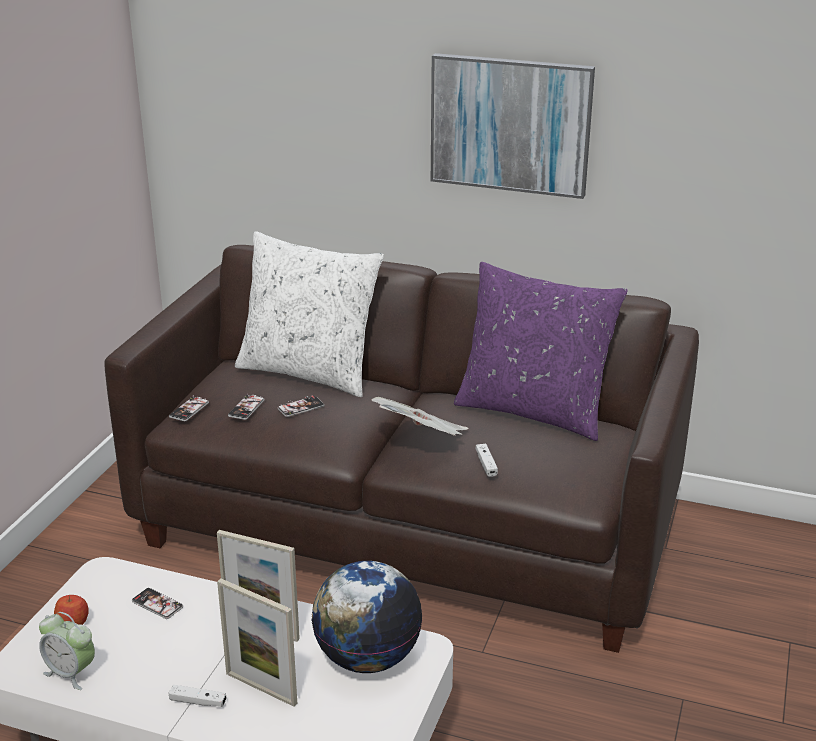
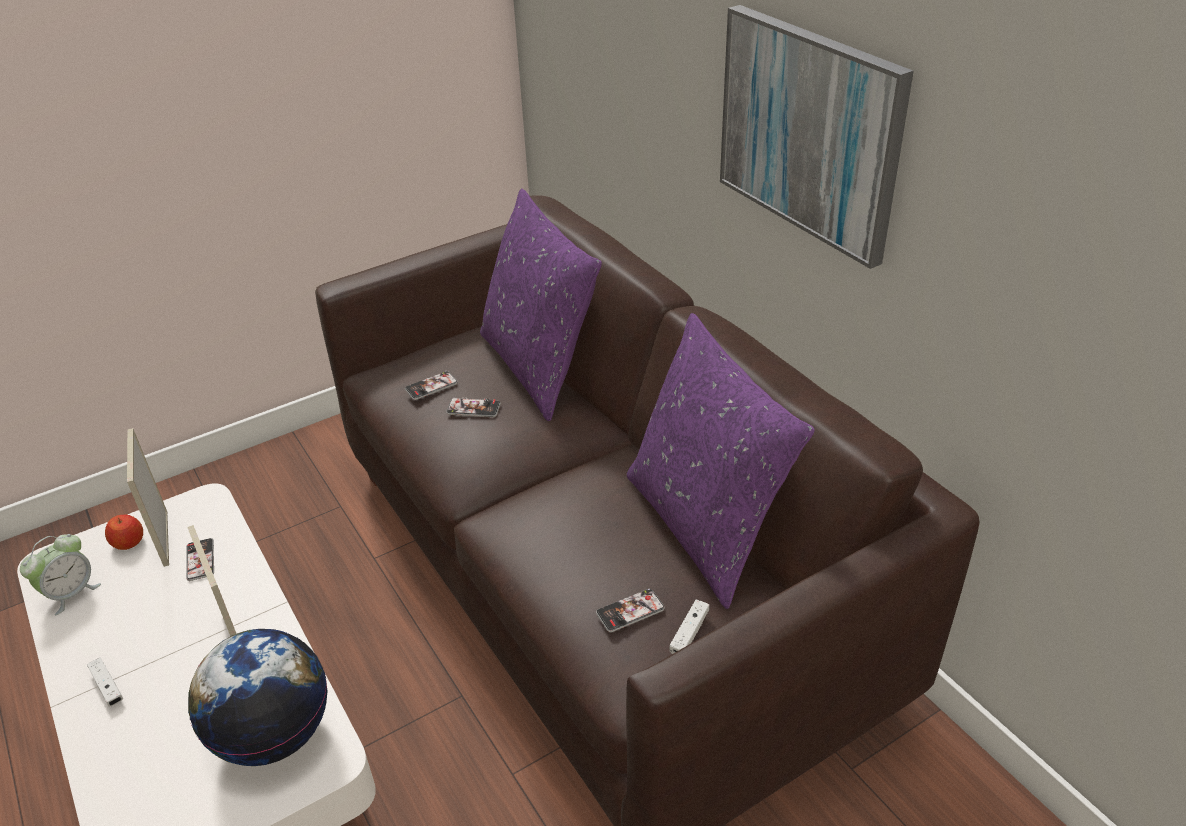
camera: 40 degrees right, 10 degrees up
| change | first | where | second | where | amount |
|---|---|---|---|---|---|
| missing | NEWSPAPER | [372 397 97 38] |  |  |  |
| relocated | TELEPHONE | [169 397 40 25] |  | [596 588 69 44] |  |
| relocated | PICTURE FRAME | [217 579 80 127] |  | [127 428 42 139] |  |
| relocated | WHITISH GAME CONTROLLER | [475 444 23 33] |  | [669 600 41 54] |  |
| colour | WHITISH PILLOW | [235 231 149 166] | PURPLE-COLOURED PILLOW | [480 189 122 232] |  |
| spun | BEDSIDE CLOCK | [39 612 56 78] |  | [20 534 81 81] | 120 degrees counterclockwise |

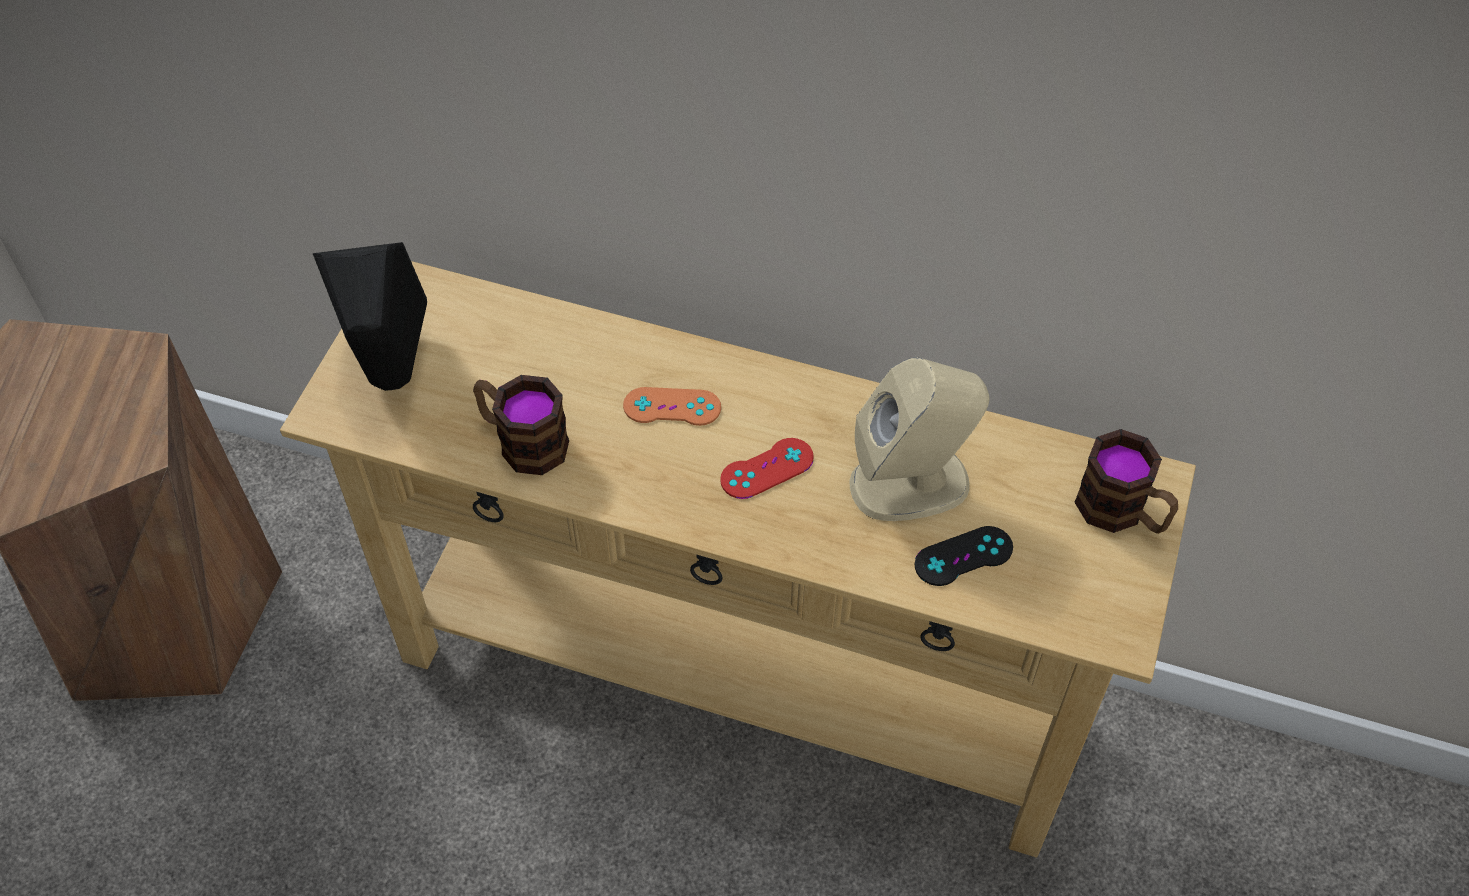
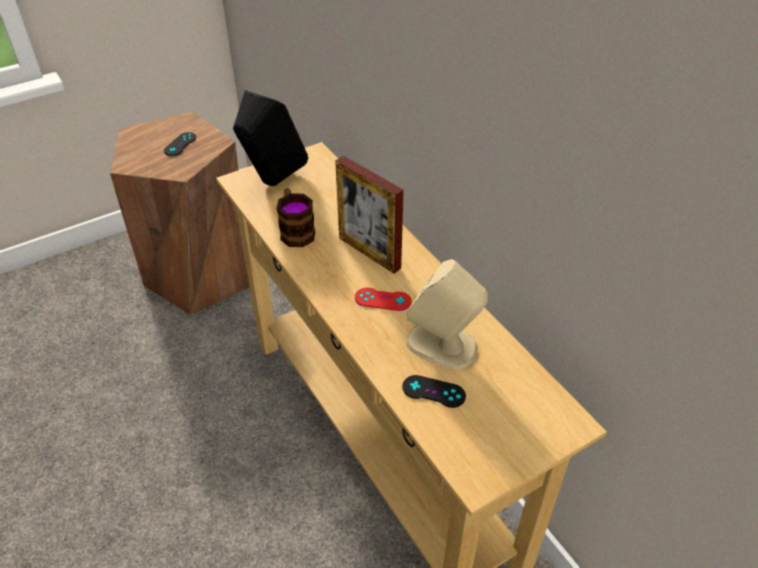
camera: 40 degrees right, 10 degrees down
| change | first | where | second | where | amount |
|---|---|---|---|---|---|
| missing | TEA MUG | [1074 429 104 105] |  |  |  |
| appeared |  |  | BLACK-COLOURED GAME CONTROLLER | [164 132 32 24] |  |
| exchanged | ORANGE-COLOURED GAME CONTROLLER | [623 387 98 39] | PICTURE FRAME | [335 156 69 118] |  |

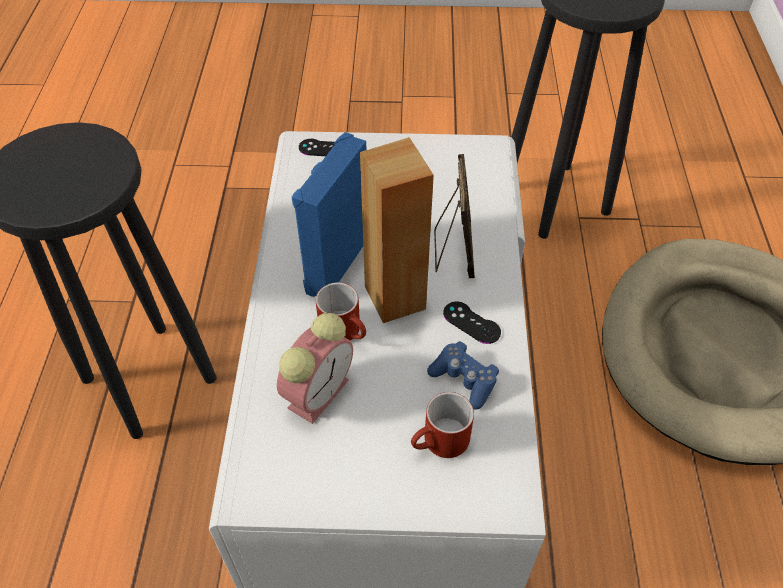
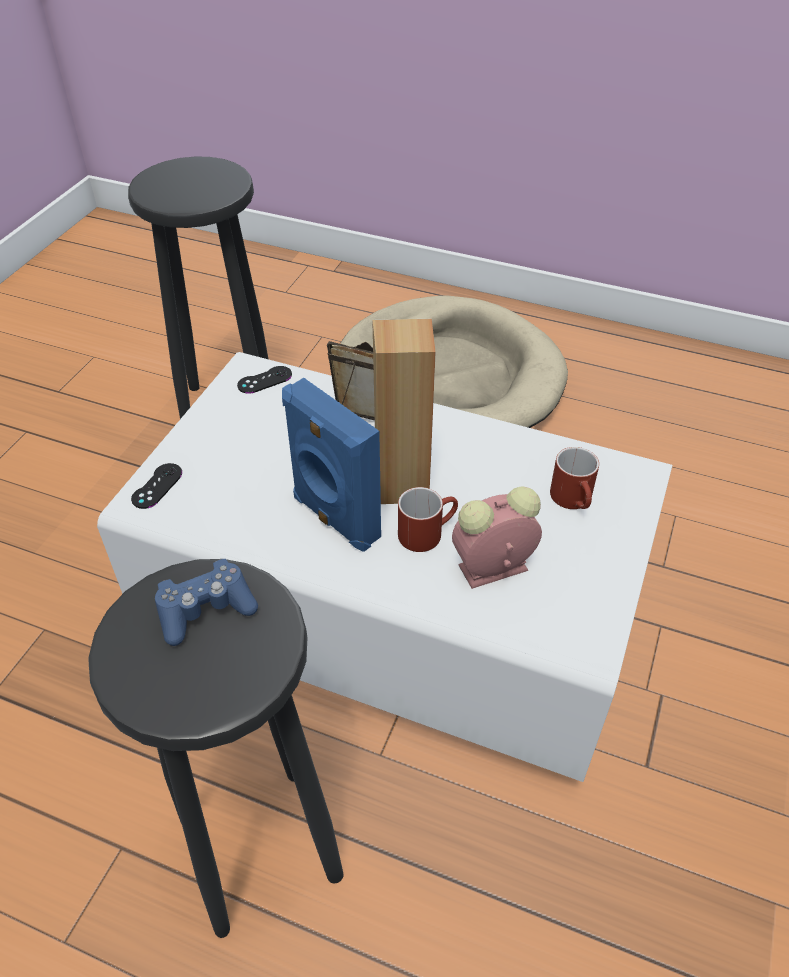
camera: 70 degrees left, 5 degrees down
| change | first | where | second | where | amount |
|---|---|---|---|---|---|
| relocated | BLUE-COLOURED GAME CONTROLLER | [427 341 72 69] |  | [155 559 103 87] |  |
| relocated | BLACK-COLOURED GAME CONTROLLER | [443 302 58 42] |  | [237 366 55 28] |  |
| spun | BEDSIDE CLOCK | [277 313 76 111] |  | [452 486 90 103] | 75 degrees counterclockwise |

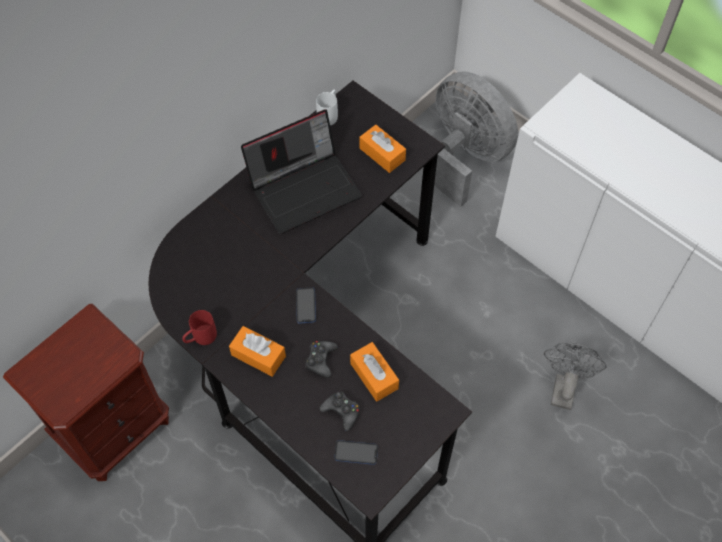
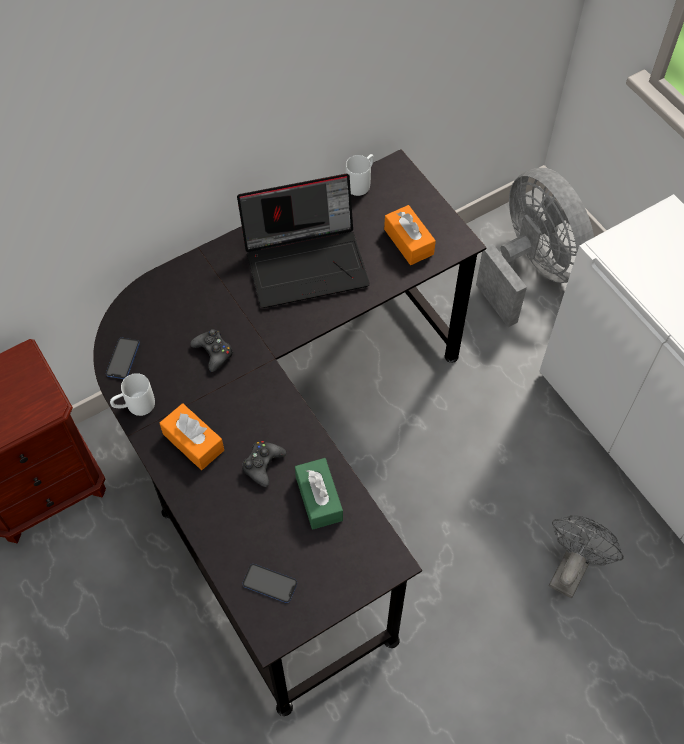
camera: 15 degrees right, 0 degrees up
| change | first | where | second | where | amount |
|---|---|---|---|---|---|
| relocated | TELEPHONE | [296 287 20 37] |  | [106 338 34 41] |  |
| relocated | BLACK-COLOURED GAME CONTROLLER | [320 391 40 40] |  | [190 329 43 43] |  |
| colour | REDDISH TEA MUG | [182 310 35 35] | WHITISH TEA MUG | [110 373 45 43] |  |
| colour | ORANGE-COLOURED TISSUE HOLDER | [350 342 49 60] | GREENISH TISSUE HOLDER | [295 458 48 71] |  |

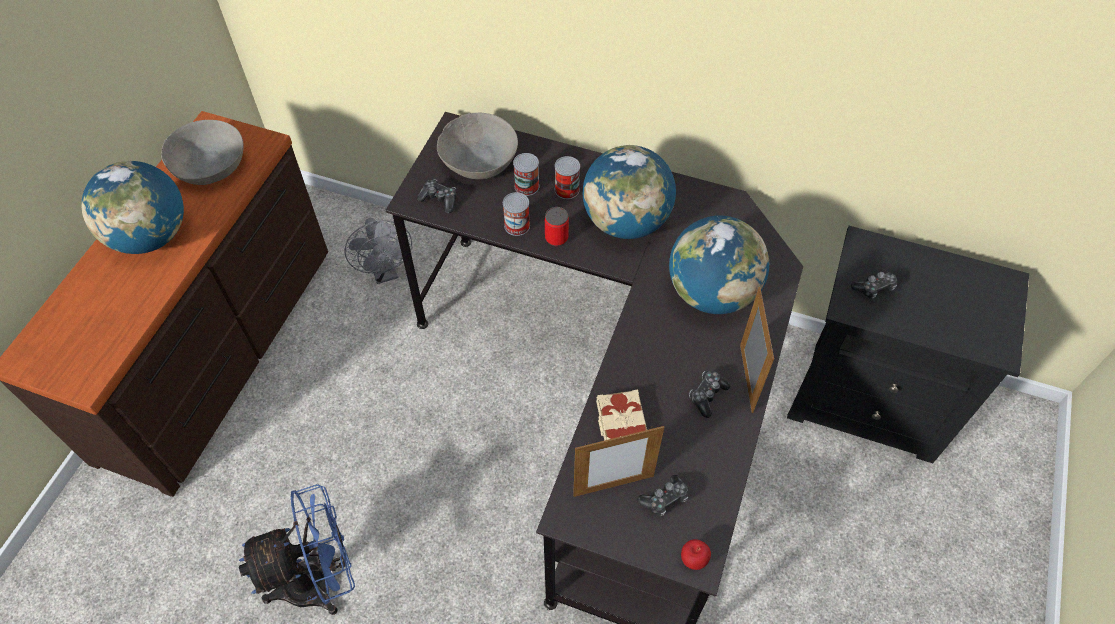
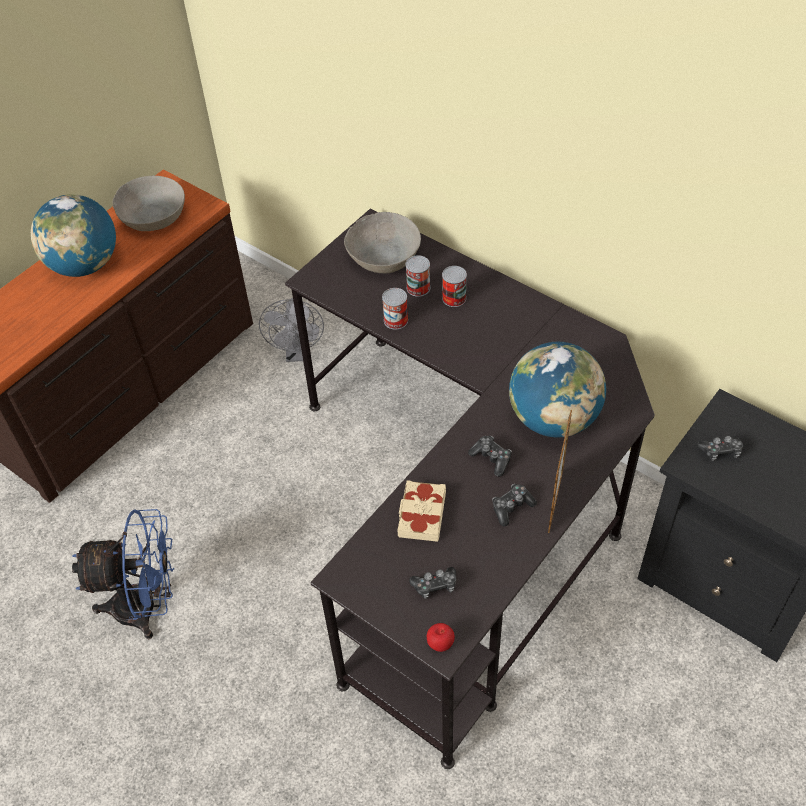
camera: 20 degrees right, 5 degrees down
| change | first | where | second | where | amount |
|---|---|---|---|---|---|
| missing | METAL CAN | [545 207 24 39] |  |  |  |
| missing | PICTURE FRAME | [573 426 91 71] |  |  |  |
| missing | WORLD GLOBE | [583 145 93 94] |  |  |  |
| relocated | GAME CONTROLLER | [417 179 39 34] |  | [468 436 44 41] |  |

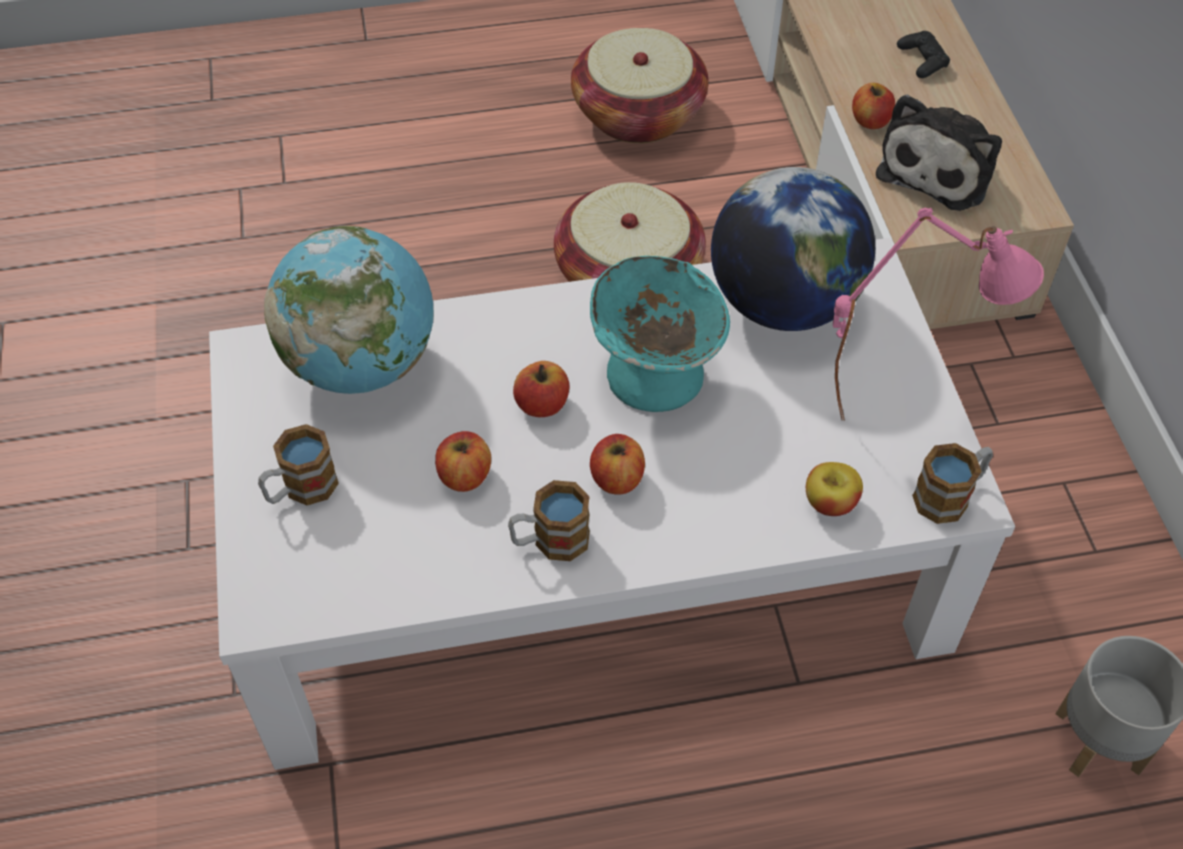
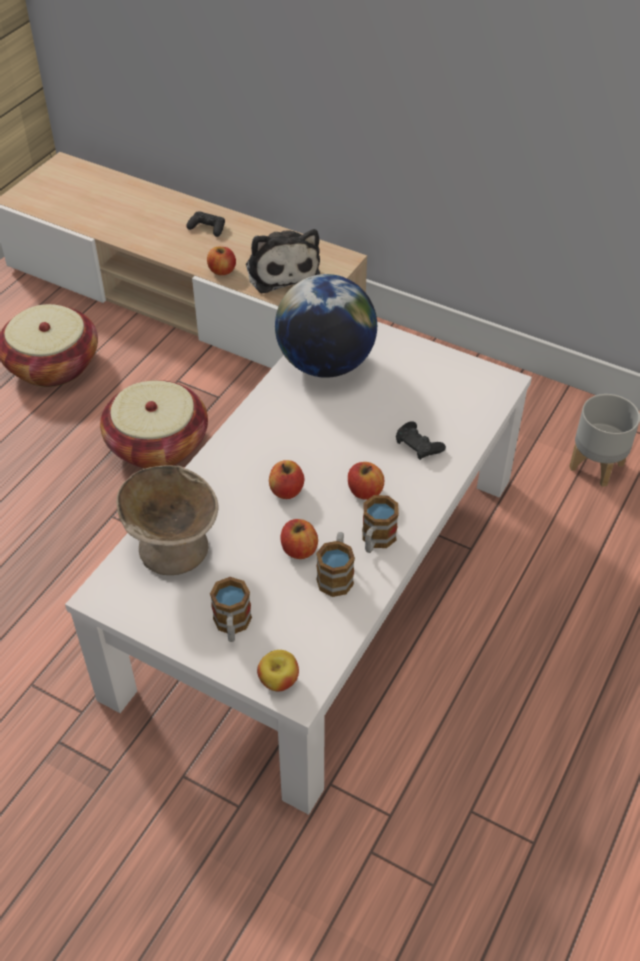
camera: 50 degrees left, 5 degrees down
| change | first | where | second | where | amount |
|---|---|---|---|---|---|
| missing | BLUE-GREEN SERVING BOWL | [590 256 140 156] |  |  |  |
| missing | PINK-COLOURED TABLE LAMP | [833 208 211 213] |  |  |  |
| appeared |  |  | BLACK-COLOURED GAME CONTROLLER | [396 421 50 39] |  |
| relocated | WHOLE APPLE | [806 462 57 54] |  | [257 650 42 41] |  |
| relocated | TEA MUG | [912 443 81 81] |  | [316 532 39 65] |  |
| exchanged | WORLD GLOBE | [264 226 169 168] | BEIGE SERVING BOWL | [116 465 102 110] |  |

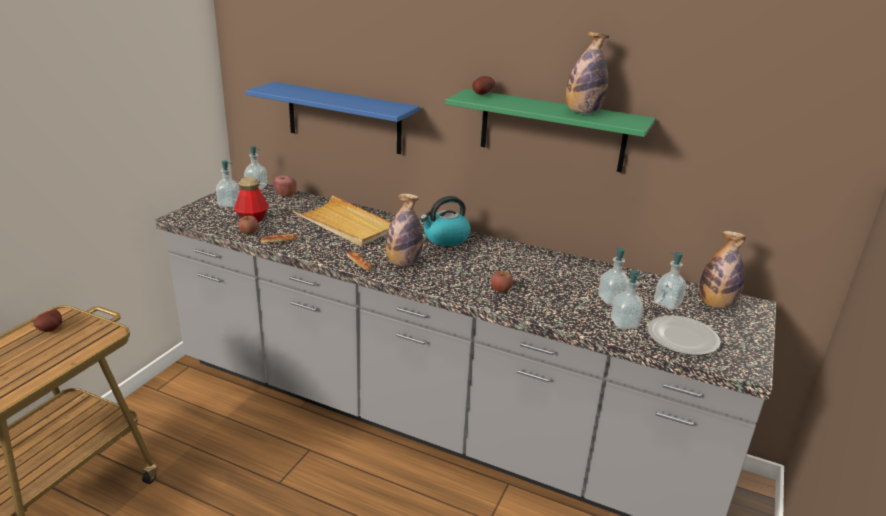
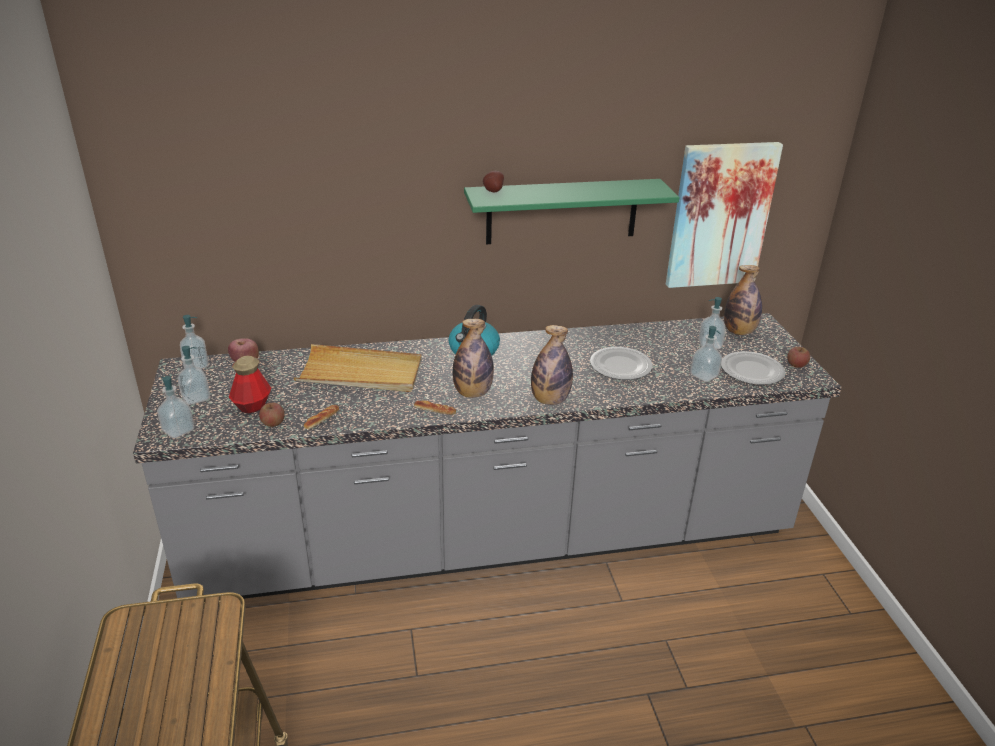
camera: 35 degrees left, 5 degrees up
| change | first | where | second | where | amount |
|---|---|---|---|---|---|
| missing | POTATO | [34 310 28 22] |  |  |  |
| missing | BLUE-COLOURED SHELF | [246 82 174 72] |  |  |  |
| appeared |  |  | FLAT DISH | [590 347 63 33] |  |
| appeared |  |  | PICTURE | [666 142 117 146] |  |
| relocated | WHOLE APPLE | [491 271 22 22] |  | [787 347 23 21] |  |
| relocated | DRINK BOTTLE | [566 32 43 82] |  | [531 325 42 80] |  |
| relocated | LIQUID SOAP BOTTLE | [598 248 30 57] |  | [157 376 38 63] |  |

